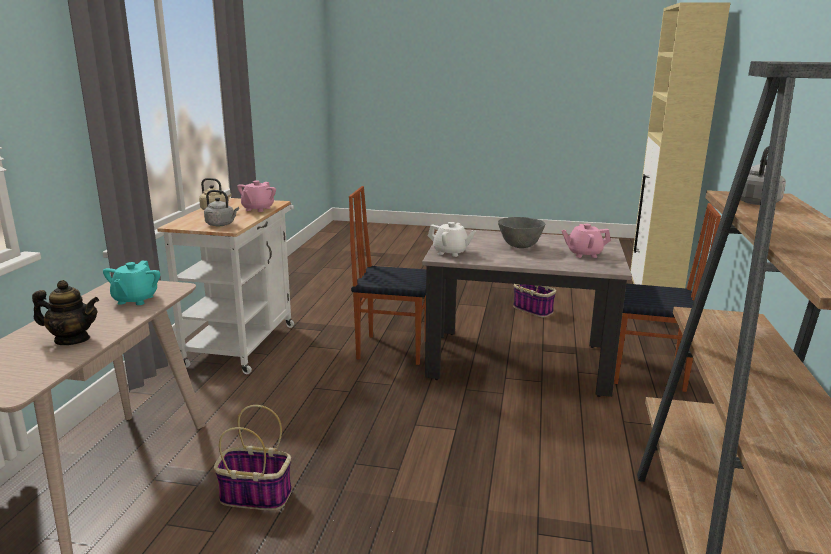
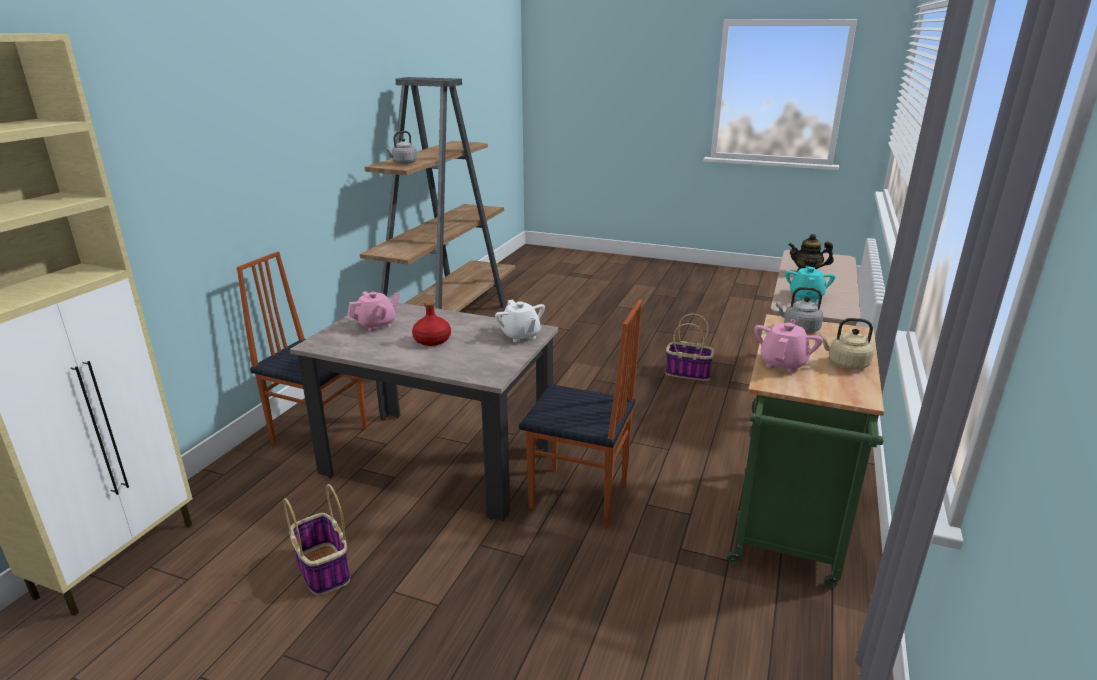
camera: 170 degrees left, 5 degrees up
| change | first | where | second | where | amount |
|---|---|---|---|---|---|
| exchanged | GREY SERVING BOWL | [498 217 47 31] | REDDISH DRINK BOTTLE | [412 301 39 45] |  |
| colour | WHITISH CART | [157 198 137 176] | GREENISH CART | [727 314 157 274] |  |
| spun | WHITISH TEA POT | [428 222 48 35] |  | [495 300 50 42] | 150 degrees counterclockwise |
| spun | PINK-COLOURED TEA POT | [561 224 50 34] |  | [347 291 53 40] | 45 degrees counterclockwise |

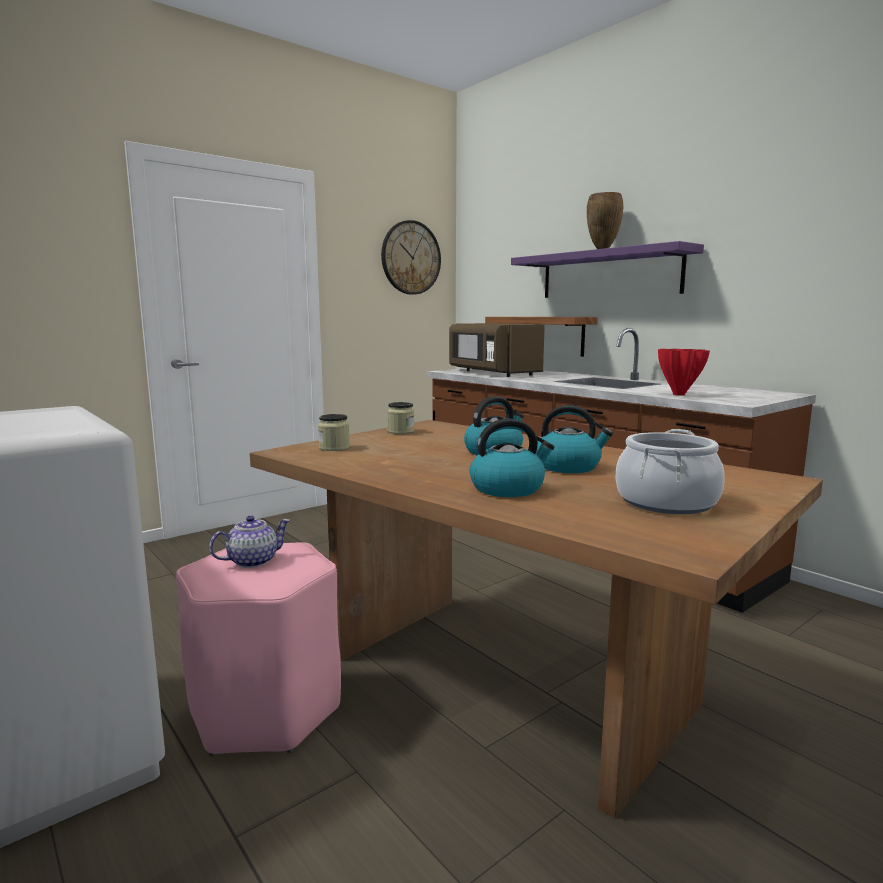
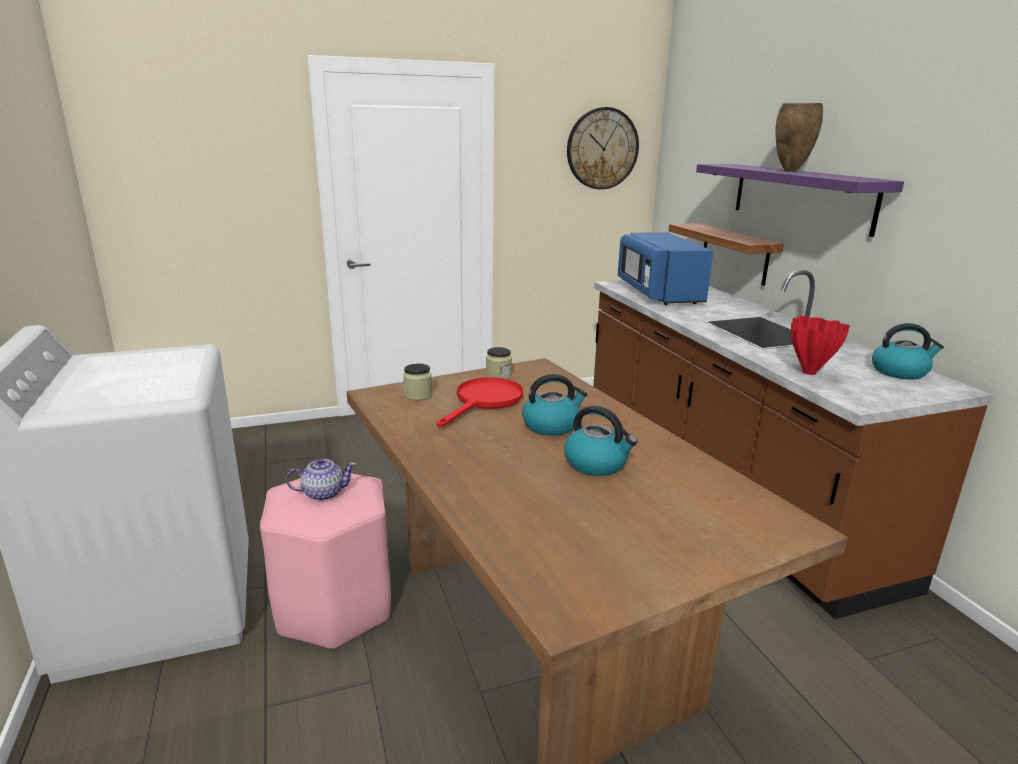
camera: 20 degrees right, 10 degrees up
| change | first | where | second | where | amount |
|---|---|---|---|---|---|
| missing | COOKING POT | [616 429 109 85] |  |  |  |
| appeared |  |  | REDDISH PAN | [436 377 87 51] |  |
| relocated | WATER KETTLE | [470 418 85 79] |  | [872 323 72 56] |  |
| colour | BROWNISH MICROWAVE | [449 323 96 54] | BLUE-COLOURED MICROWAVE | [618 232 95 73] |  |

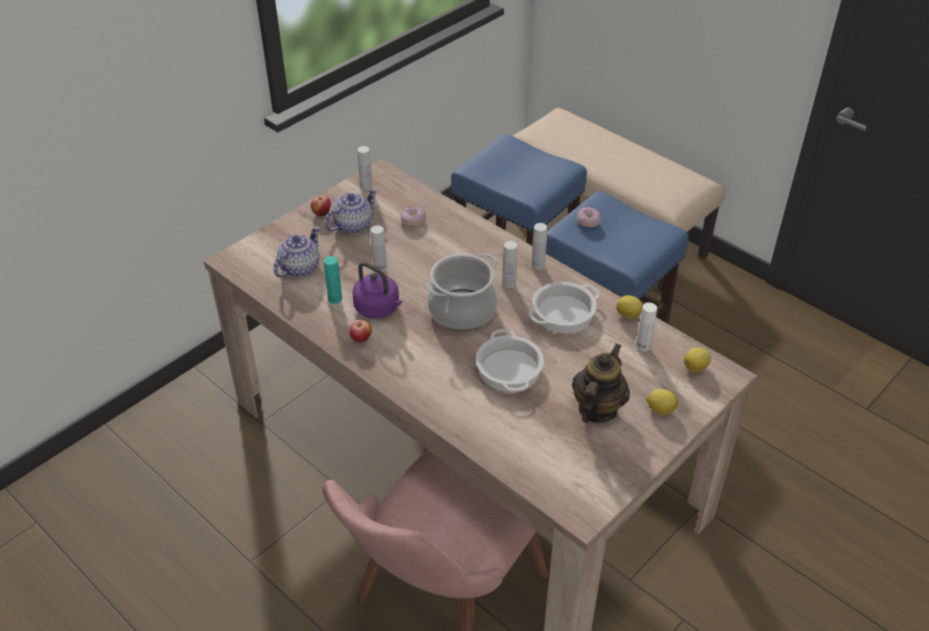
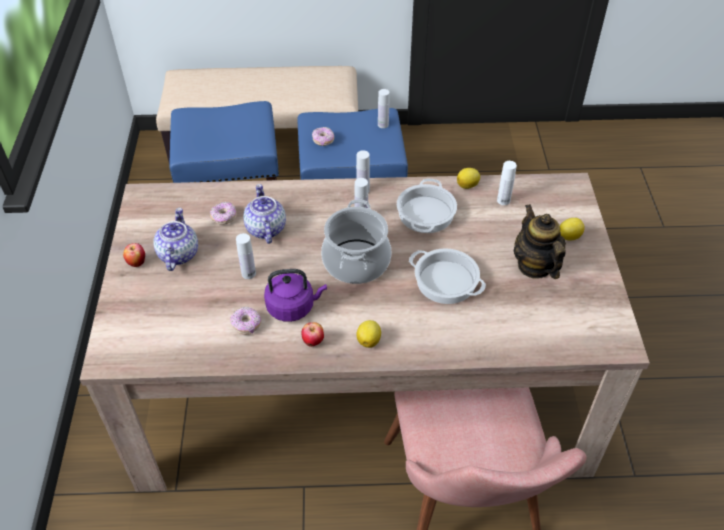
camera: 45 degrees left, 5 degrees up
| change | first | where | second | where | amount |
|---|---|---|---|---|---|
| relocated | TEA POT | [274 226 46 51] |  | [243 184 43 60] |  |
| relocated | WHITISH DRINK BOTTLE | [357 146 16 45] |  | [378 89 11 39] |  |
| relocated | LEMON | [684 348 27 24] |  | [356 320 25 28] |  |
| exchanged | BLUE-GREEN DRINK BOTTLE | [324 256 18 48] | DONUT | [230 307 31 28] |  |

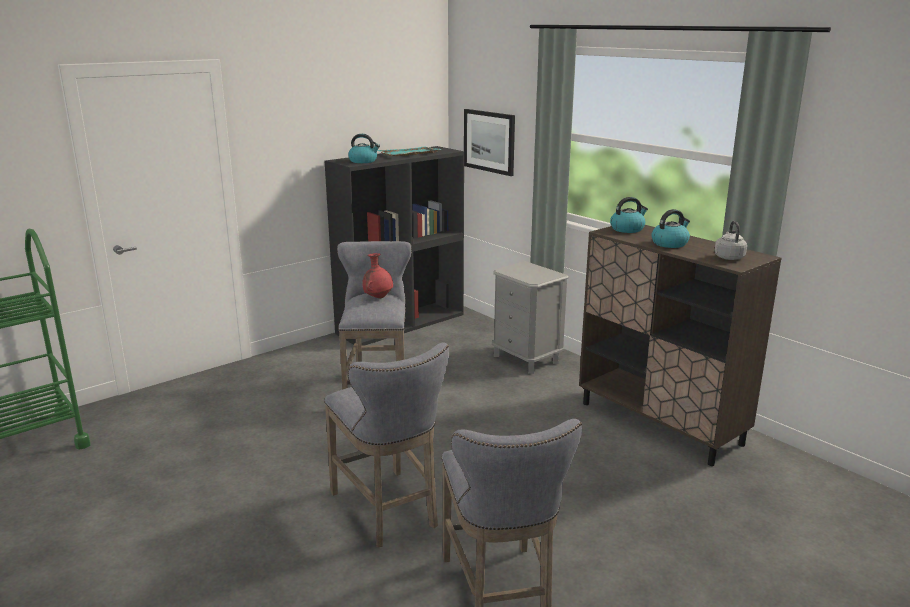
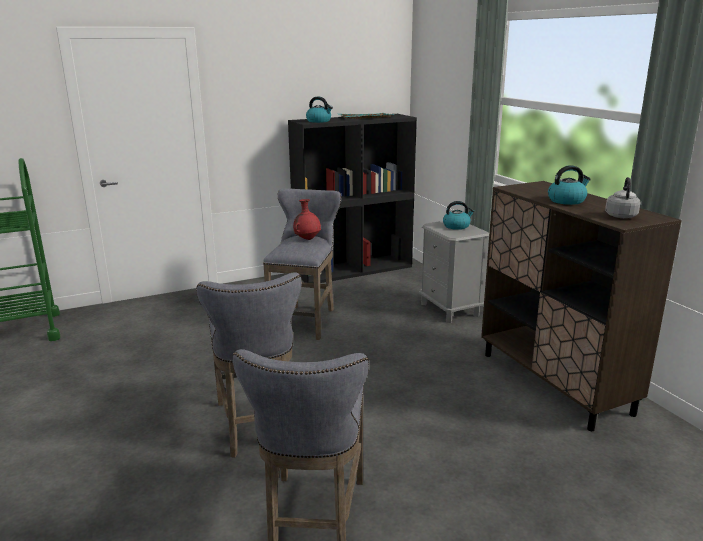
camera: 15 degrees right, 0 degrees up
| change | first | where | second | where | amount |
|---|---|---|---|---|---|
| missing | PICTURE | [464 109 51 67] |  |  |  |
| relocated | WATER KETTLE | [610 197 38 36] |  | [443 201 32 29] |  |

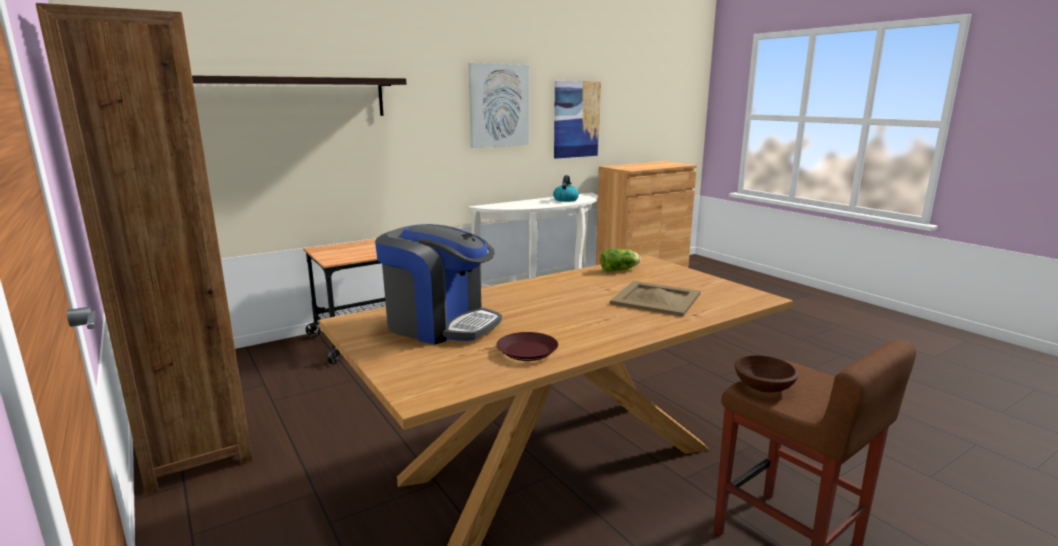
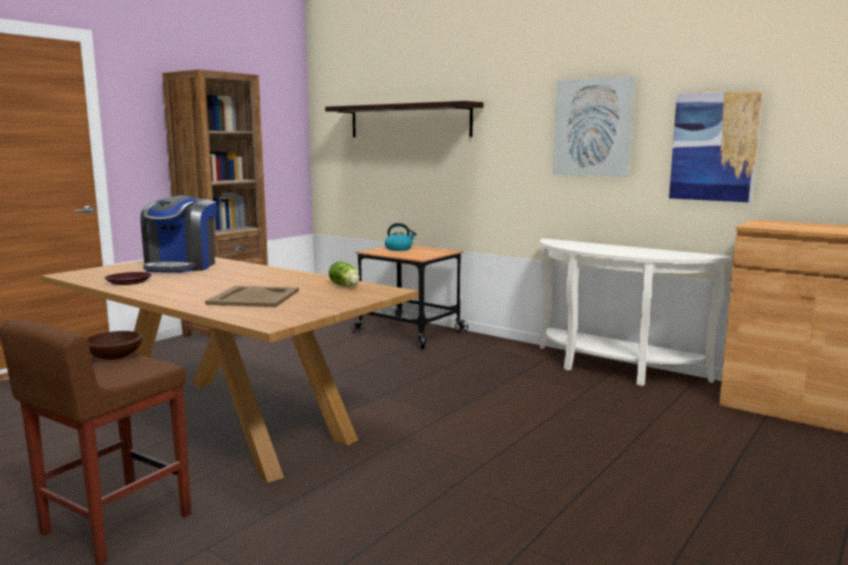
camera: 70 degrees right, 5 degrees down
| change | first | where | second | where | amount |
|---|---|---|---|---|---|
| relocated | WATER KETTLE | [553 175 26 27] |  | [385 223 31 28] |  |

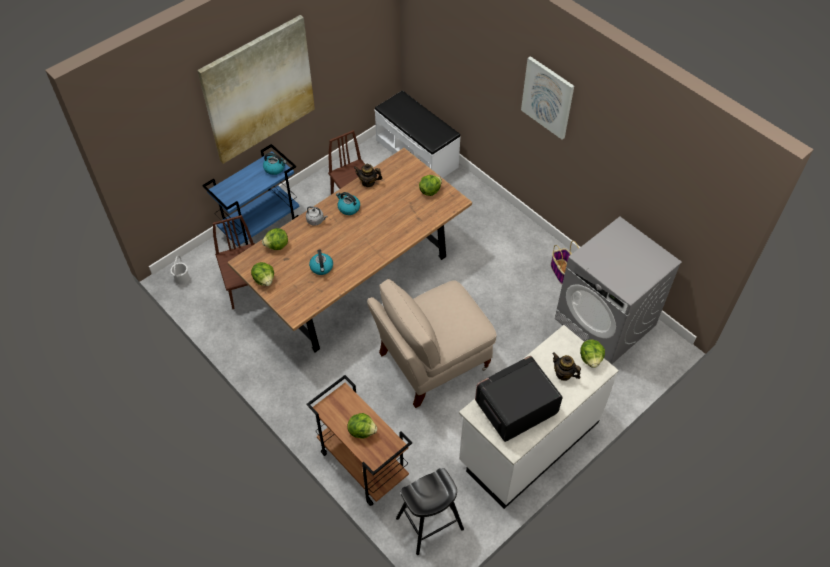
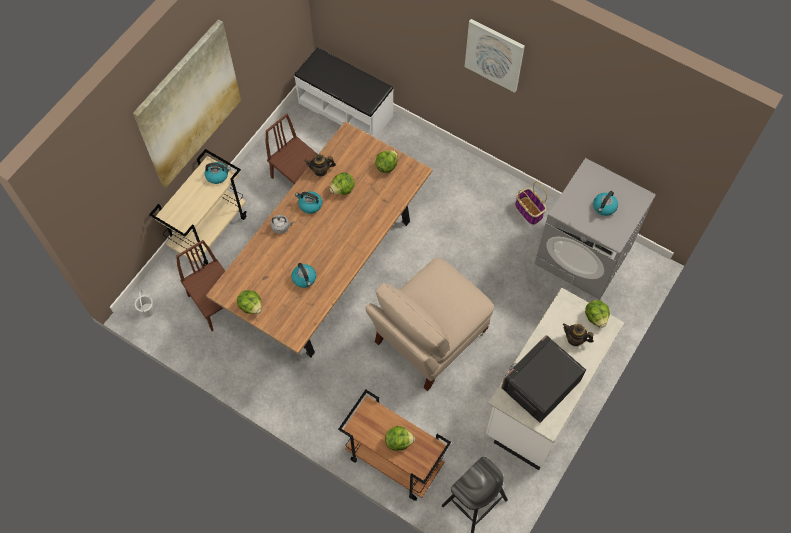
camera: 15 degrees left, 10 degrees up
| change | first | where | second | where | amount |
|---|---|---|---|---|---|
| appeared |  |  | WATER KETTLE | [593 191 25 25] |  |
| relocated | HEAD OF LETTUCE | [262 228 26 22] |  | [329 172 26 23] |  |
| colour | BLUE-COLOURED CART | [202 144 98 103] | BEIGE CART | [149 149 98 117] |  |

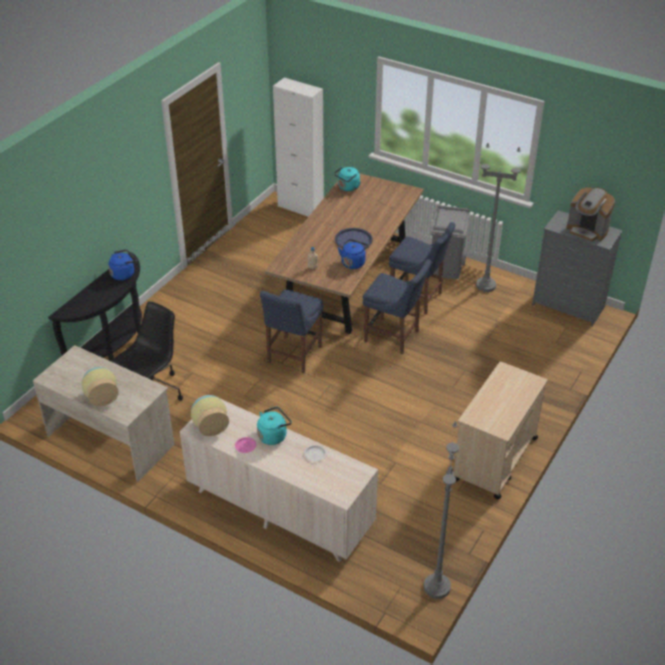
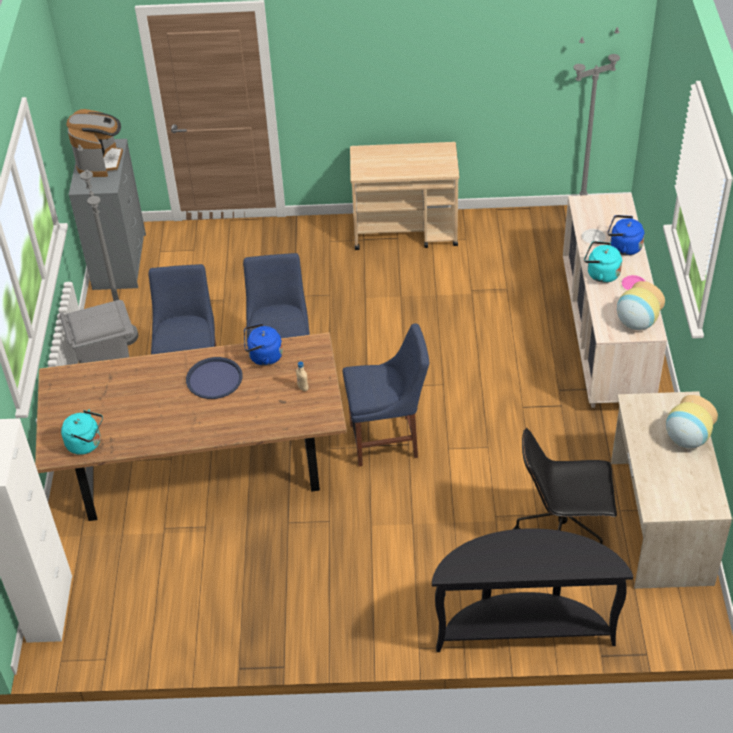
camera: 120 degrees left, 5 degrees up
| change | first | where | second | where | amount |
|---|---|---|---|---|---|
| relocated | BLUE-COLOURED WATER KETTLE | [108 249 29 31] |  | [608 215 37 40] |  |

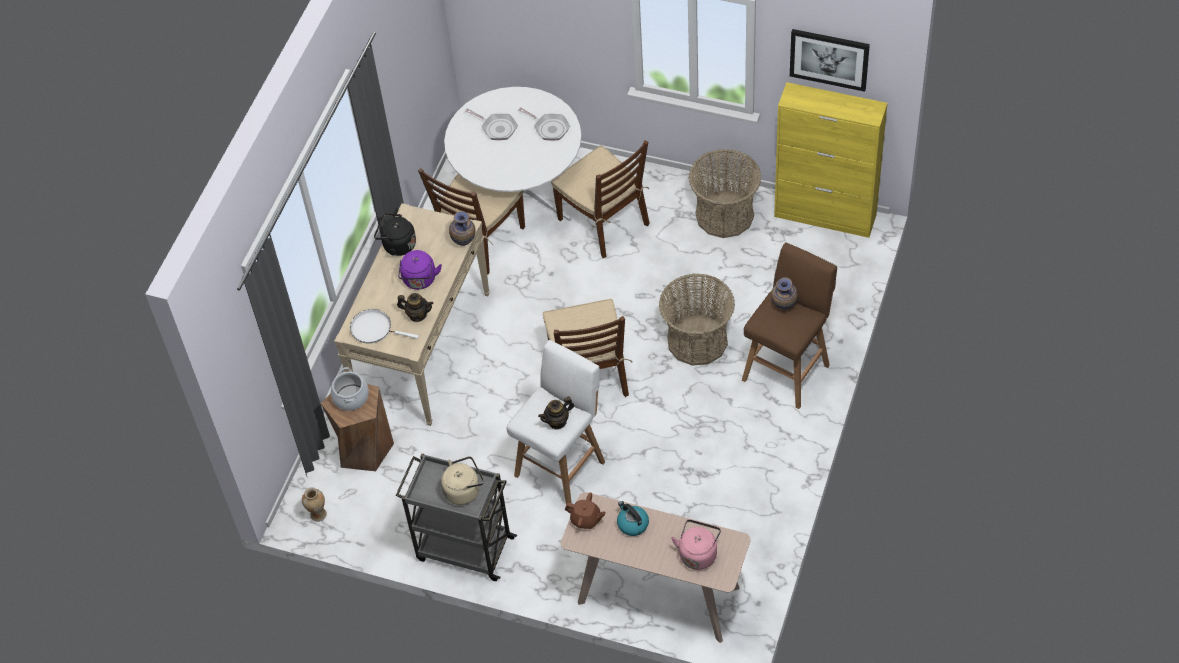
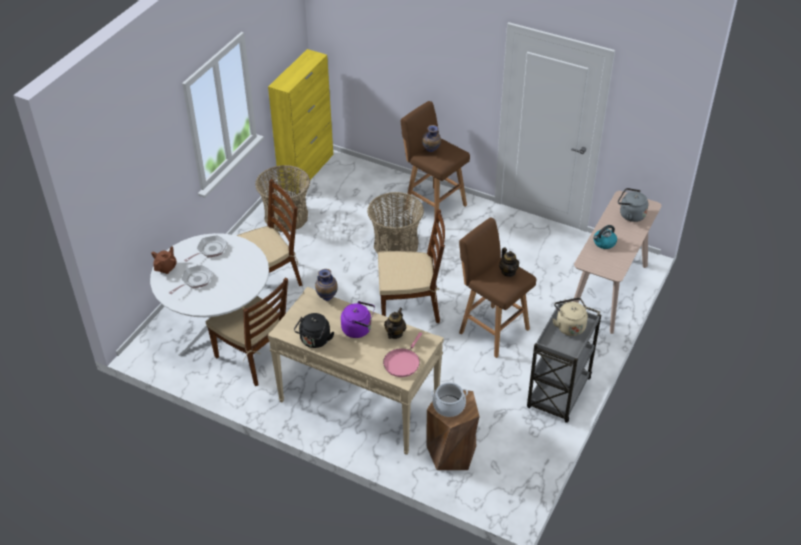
camera: 85 degrees left, 10 degrees down
| change | first | where | second | where | amount |
|---|---|---|---|---|---|
| missing | VASE | [302 487 25 35] |  |  |  |
| missing | PICTURE | [790 29 80 63] |  |  |  |
| relocated | BROWNISH TEA POT | [565 492 41 37] |  | [151 246 26 28] |  |
| colour | WHITISH PAN | [350 309 69 34] | PINK-COLOURED PAN | [383 332 39 45] |  |
| colour | WHITISH STOOL | [507 340 98 165] | BROWNISH STOOL | [459 217 77 141] |  |
| colour | PINK-COLOURED WATER KETTLE | [671 519 50 51] | GREY WATER KETTLE | [618 188 31 34] |  |

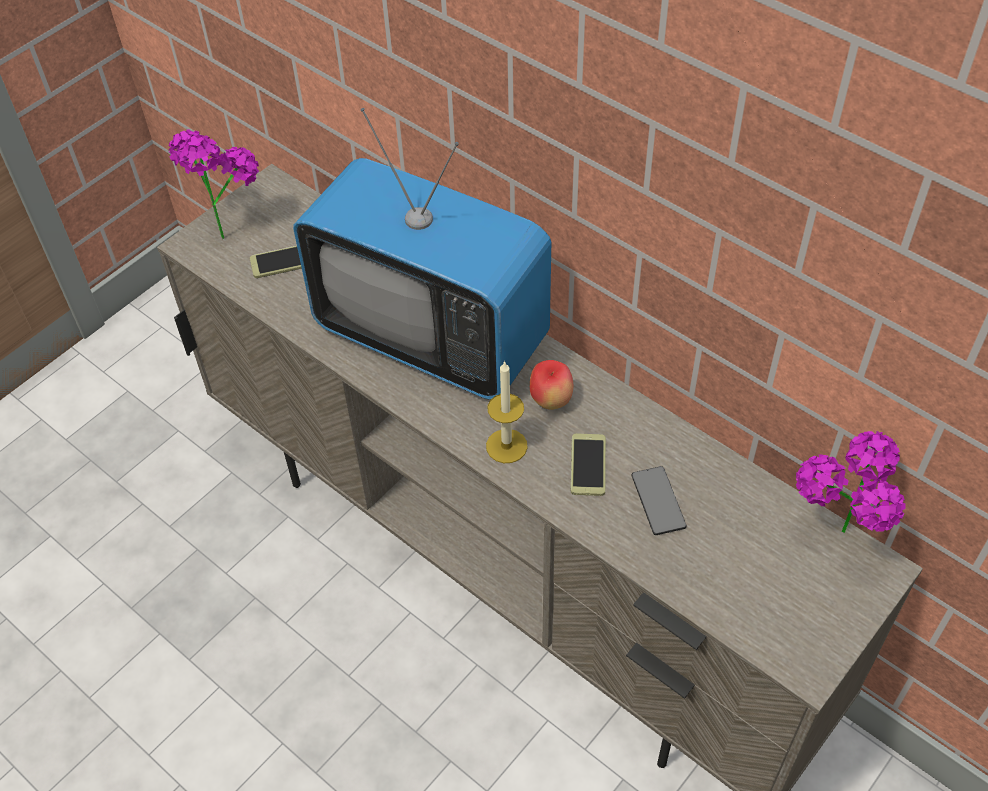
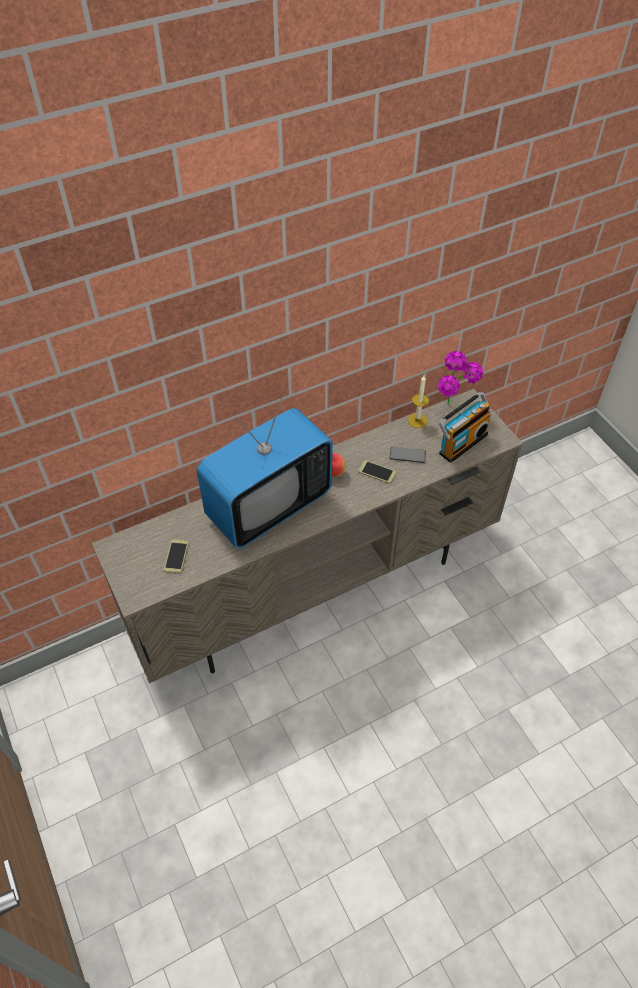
camera: 70 degrees left, 0 degrees up
| change | first | where | second | where | amount |
|---|---|---|---|---|---|
| missing | POTTED PLANT | [169 129 90 110] |  |  |  |
| appeared |  |  | RADIO | [438 392 53 71] |  |
| relocated | WAX LIGHT | [486 361 42 102] |  | [408 376 21 52] |  |

